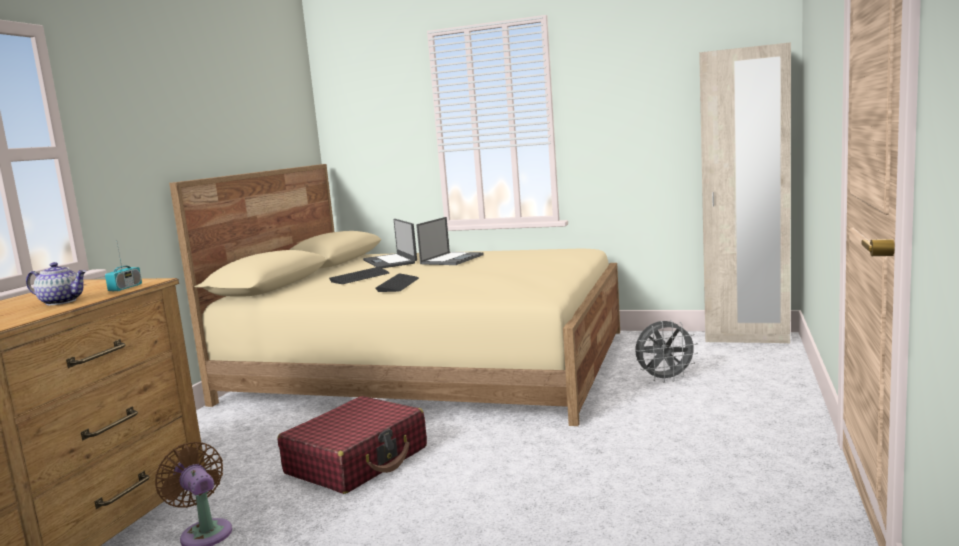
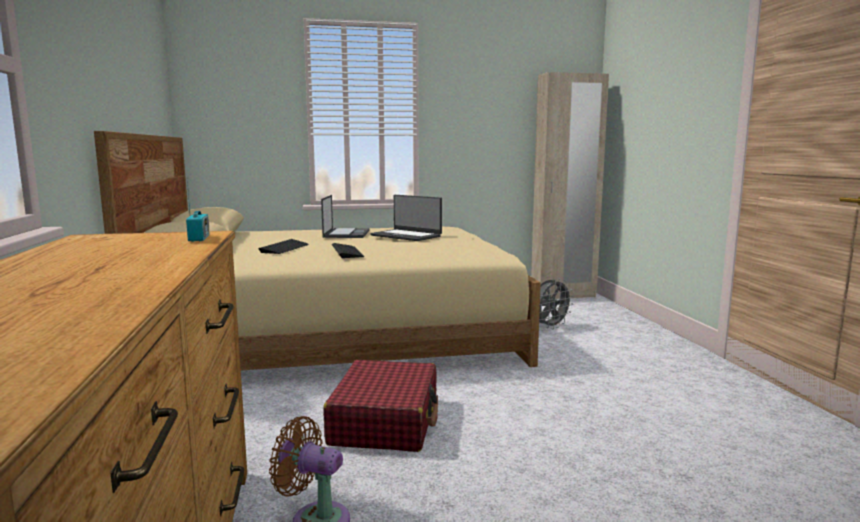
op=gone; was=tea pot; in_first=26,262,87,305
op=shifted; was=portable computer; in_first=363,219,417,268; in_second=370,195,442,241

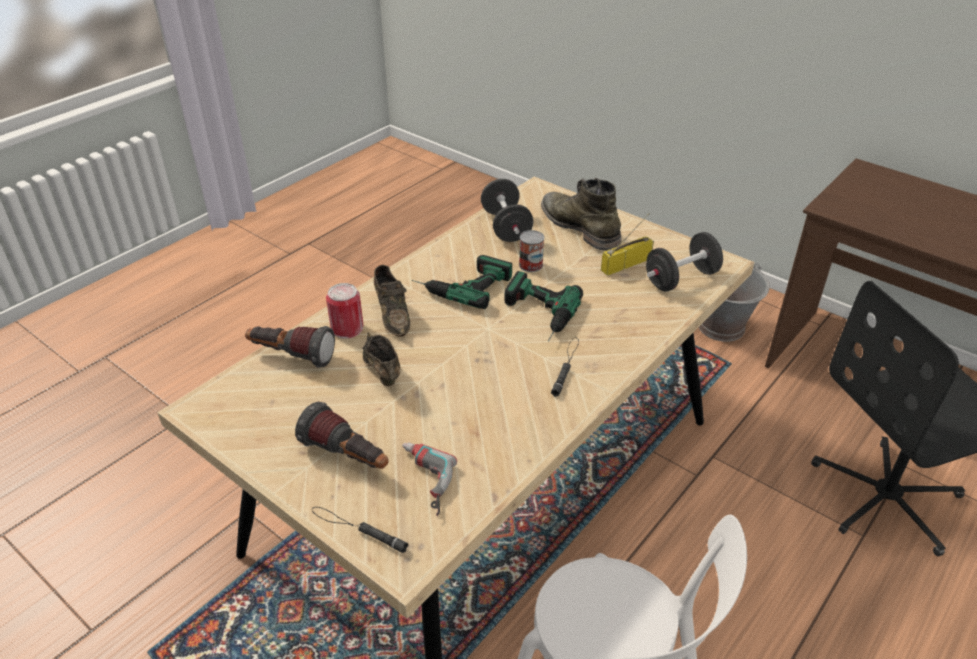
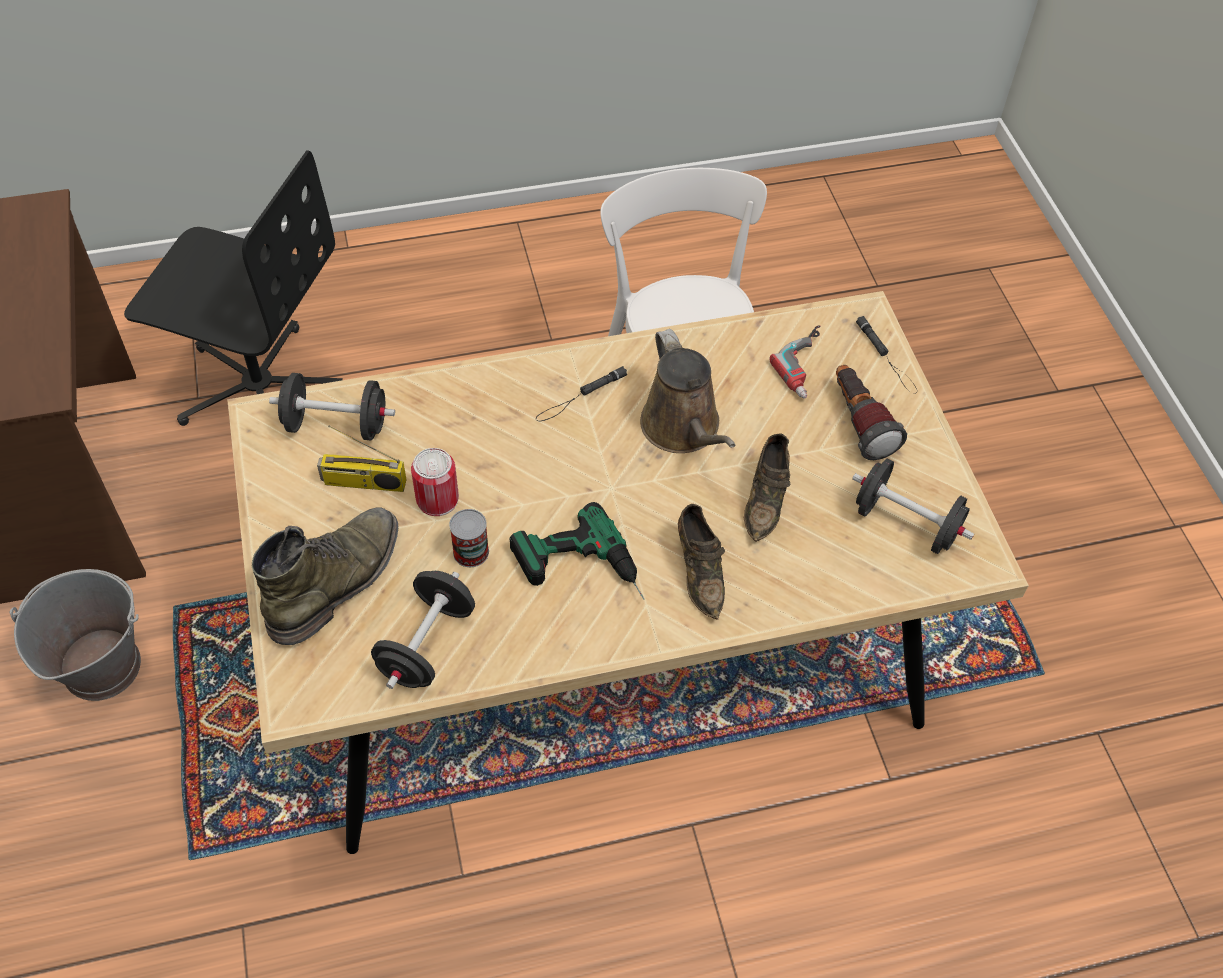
op=gone; was=hand torch; in_first=245,326,335,368
op=shifted; was=metal can; in_first=326,283,363,339; in_second=411,448,459,516
op=rotated; was=brown item of footwear; in_first=374,265,410,337; in_second=678,504,725,620; clockwise=150
op=gone; was=drill; in_first=504,271,583,341
op=rotated; was=greenish high-top boot; in_first=541,178,622,250; in_second=252,507,398,645; clockwise=-150
op=new; now=brown watering pot; in_second=640,329,735,453
op=new; now=blackish free weight; in_second=852,459,974,554

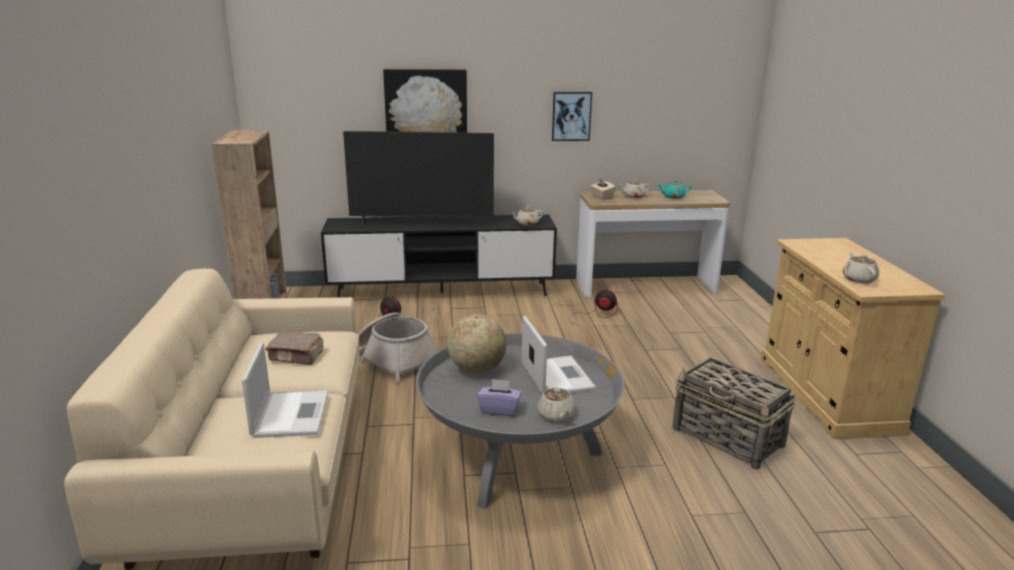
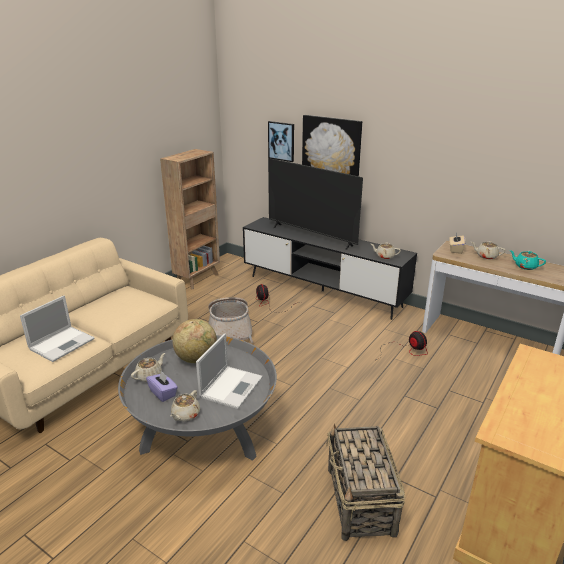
op=gone; was=brown bound book; in_first=266,332,323,365
op=shifted; was=wall picture; in_first=552,92,592,141; in_second=268,121,294,162
op=shifted; was=beige tea pot; in_first=843,251,879,284; in_second=131,353,165,382

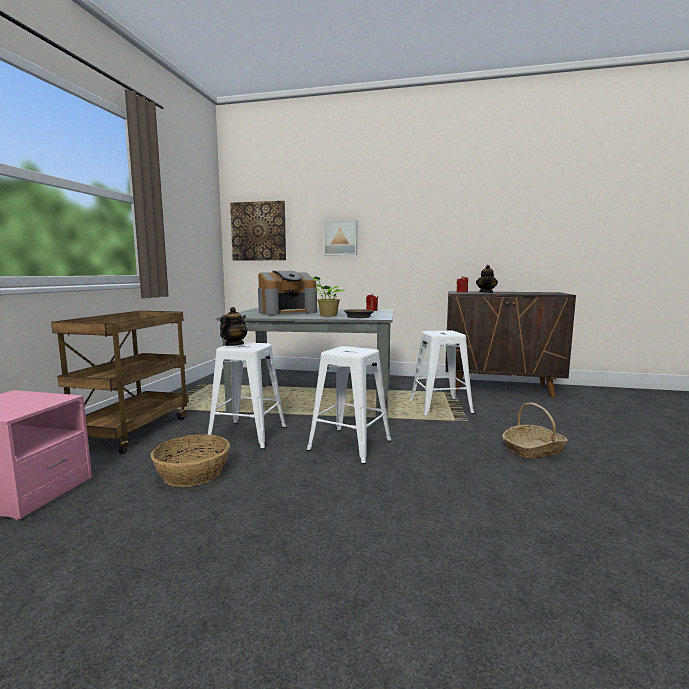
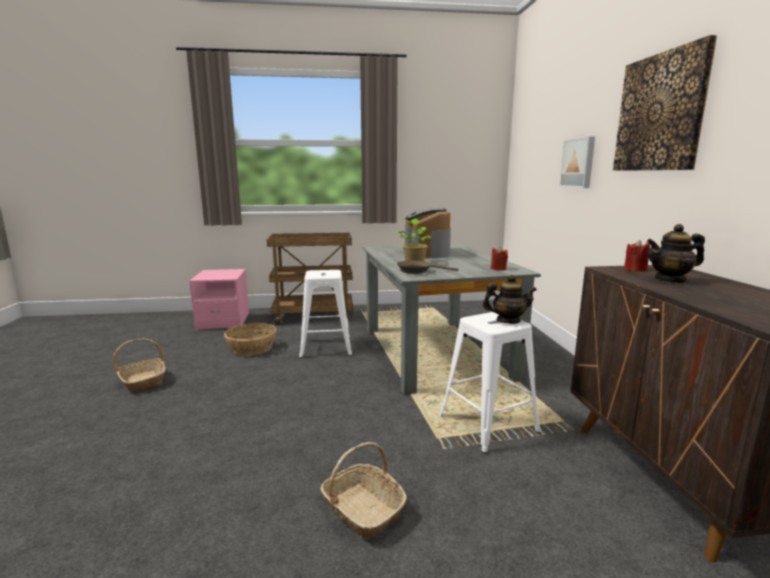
op=shifted; was=tea pot; in_first=220,307,247,346; in_second=483,275,537,324
op=shifted; was=wall picture; in_first=230,201,286,261; in_second=613,35,717,171
op=rotated; was=coffee maker; in_first=258,271,317,315; in_second=403,208,451,258; clockwise=45
op=gone; was=white stool; in_first=307,346,392,464
op=new; now=basket; in_second=113,339,166,392

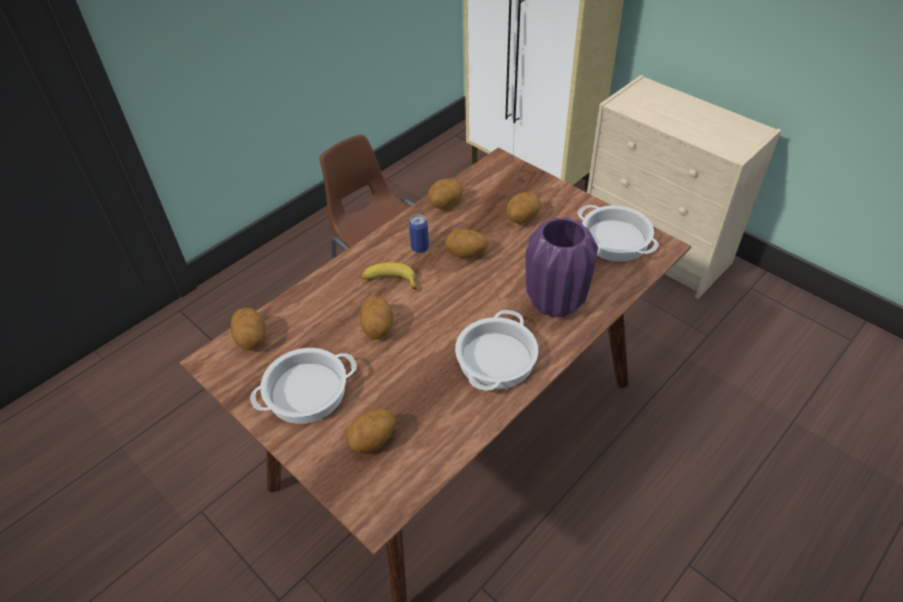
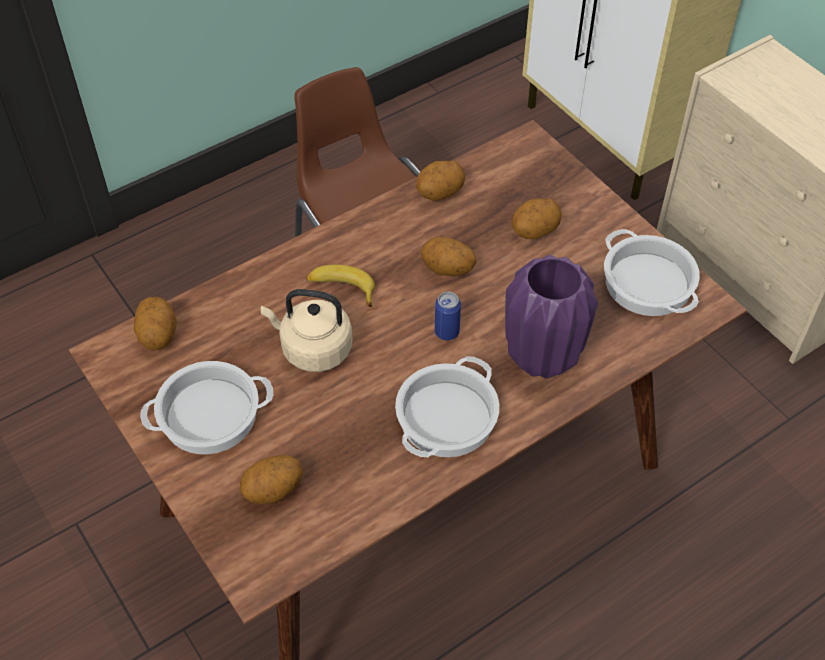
op=swapped; was=whole potato; now=beige water kettle; in_first=360,296,394,339; in_second=261,289,353,372
op=shifted; was=metal can; in_first=409,214,429,253; in_second=435,292,461,341

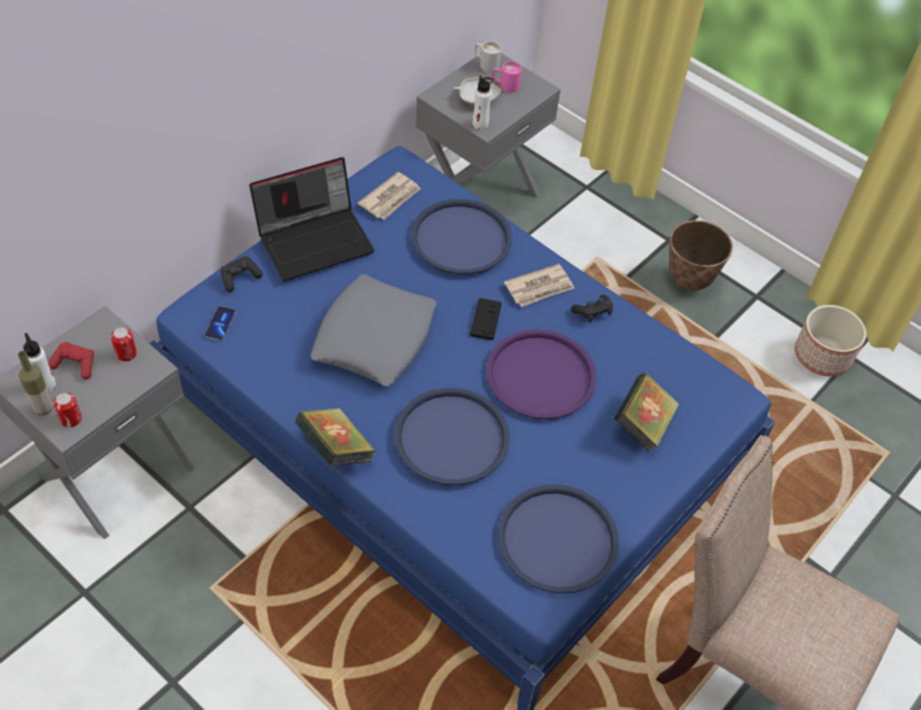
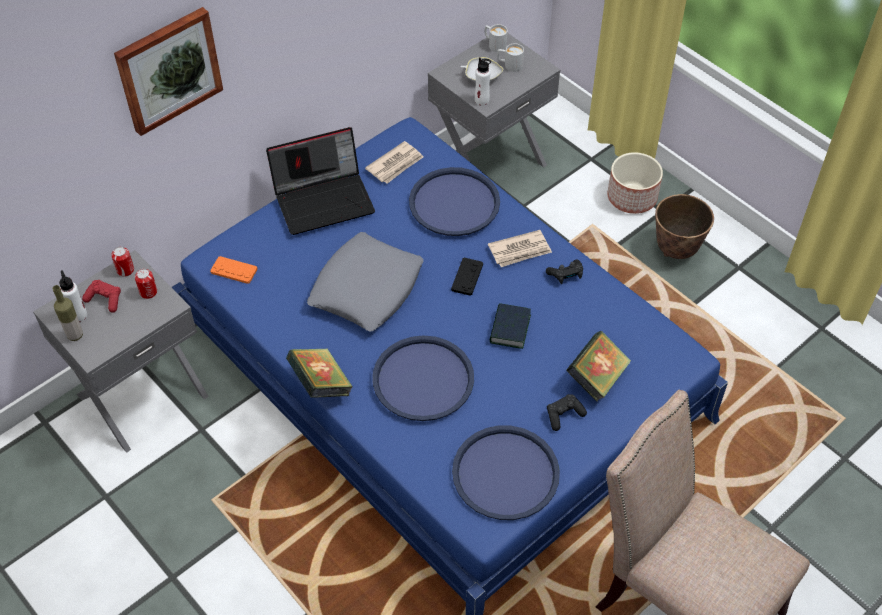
op=shifted; was=metal can; in_first=53,392,82,428; in_second=111,247,134,277
op=swapped; was=telephone; now=orange-coloured game controller; in_first=205,306,236,341; in_second=210,256,258,284
op=shifted; was=blackish game controller; in_first=221,256,263,292; in_second=547,394,587,431
op=swapped; was=purple-coloured tray; now=bound book; in_first=486,329,596,419; in_second=490,303,531,349
op=repainted; was=pink mug; now=white mug; in_first=492,61,522,93; in_second=497,43,524,72
op=shifted; was=flower pot; in_first=795,305,866,376; in_second=608,152,663,214
op=new; now=wall picture; in_second=114,7,223,136

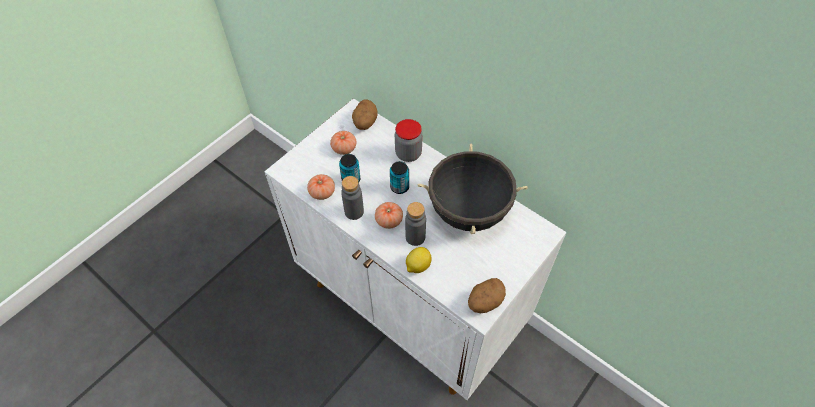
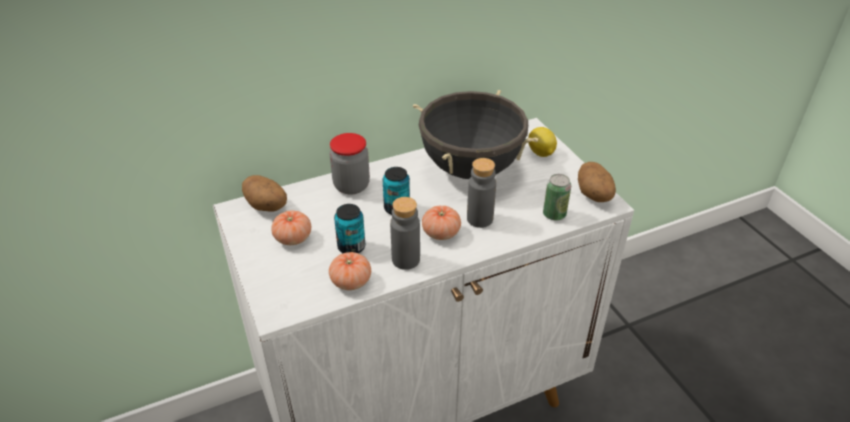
op=shifted; was=citrus fruit; in_first=406,247,431,273; in_second=528,127,557,157
op=new; now=metal can; in_second=543,174,571,221

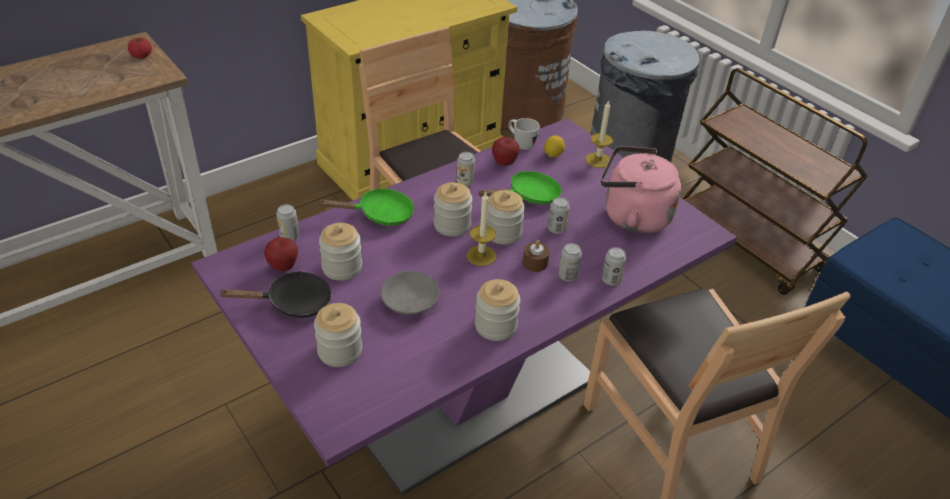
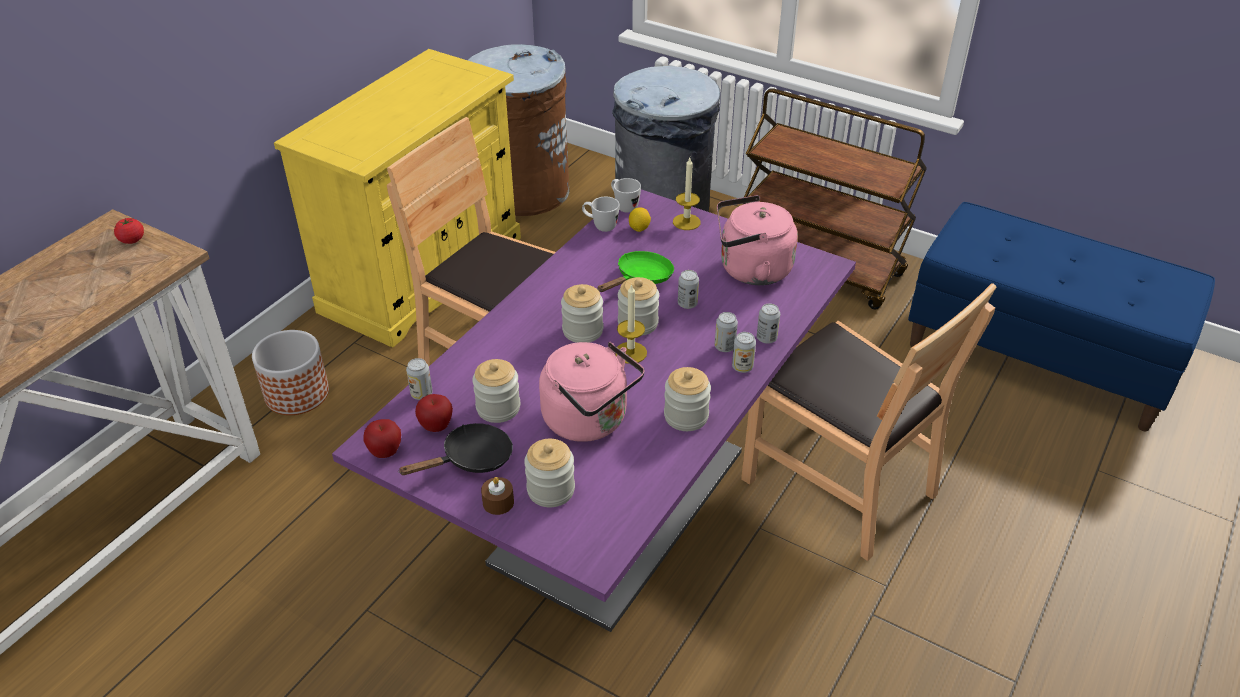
op=gone; was=greenish pan; in_first=317,188,414,226
op=swapped; was=grey deep dish; now=pink water kettle; in_first=380,271,439,315; in_second=539,342,644,442
op=shifted; was=metal can; in_first=457,152,475,187; in_second=732,332,756,373
op=shifted; was=whole apple; in_first=492,137,520,166; in_second=363,419,401,458
op=shifted; was=brown wax light; in_first=523,240,550,272; in_second=481,477,514,515
op=new; now=flower pot; in_second=252,330,329,415
op=new; now=white mug; in_second=611,178,641,213

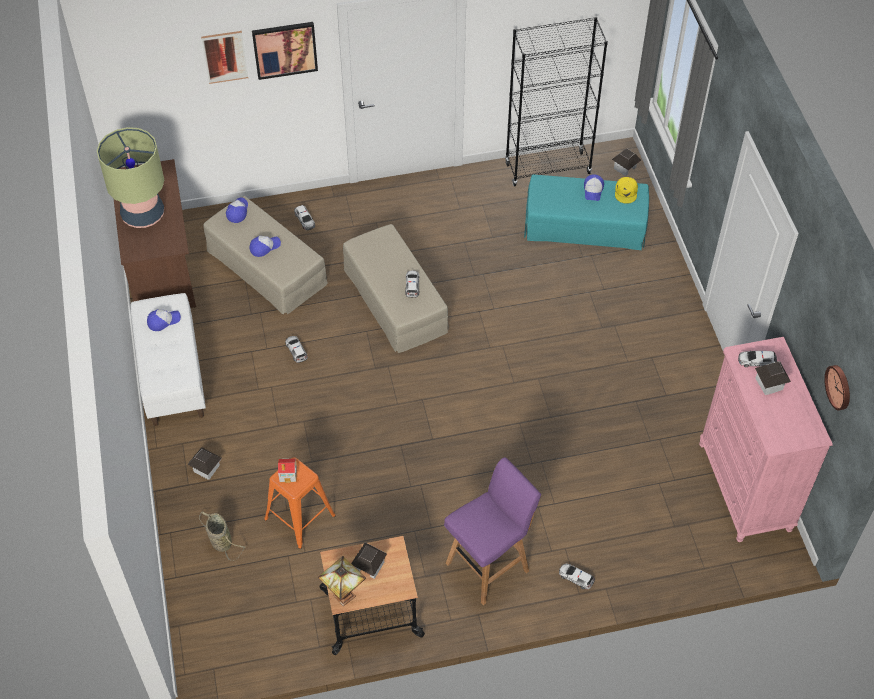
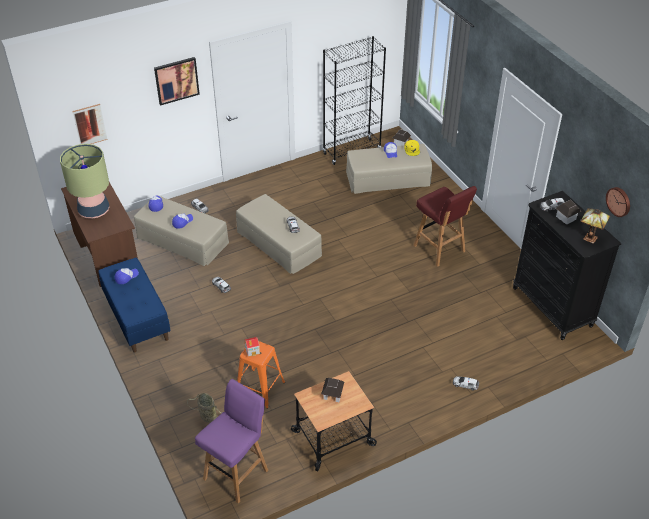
op=repainted; was=white bench; now=bluish bench; in_first=131,293,206,426; in_second=99,258,170,353
op=gone; was=toy house; in_first=187,447,222,480
op=shifted; was=wall picture; in_first=201,31,248,84; in_second=72,104,108,144
op=shifted; was=tabletop lamp; in_first=318,556,366,606; in_second=580,208,610,244
op=shifted; was=purple-coloured stool; in_first=444,457,541,605; in_second=195,379,268,504
op=repainted; was=turquoise-coloured footrest; now=beige footrest; in_first=524,174,649,250; in_second=346,144,432,194
op=repainted; was=pink drawer chest; now=blackish drawer chest; in_first=699,337,833,542; in_second=513,191,621,340
op=new; now=red stool; in_second=414,186,477,267

